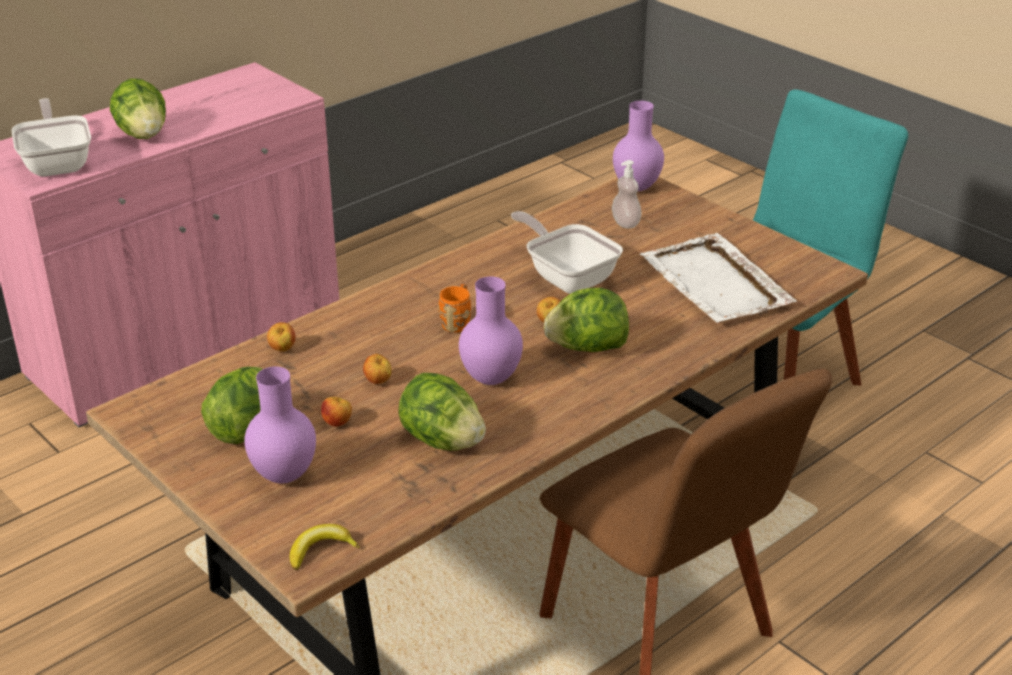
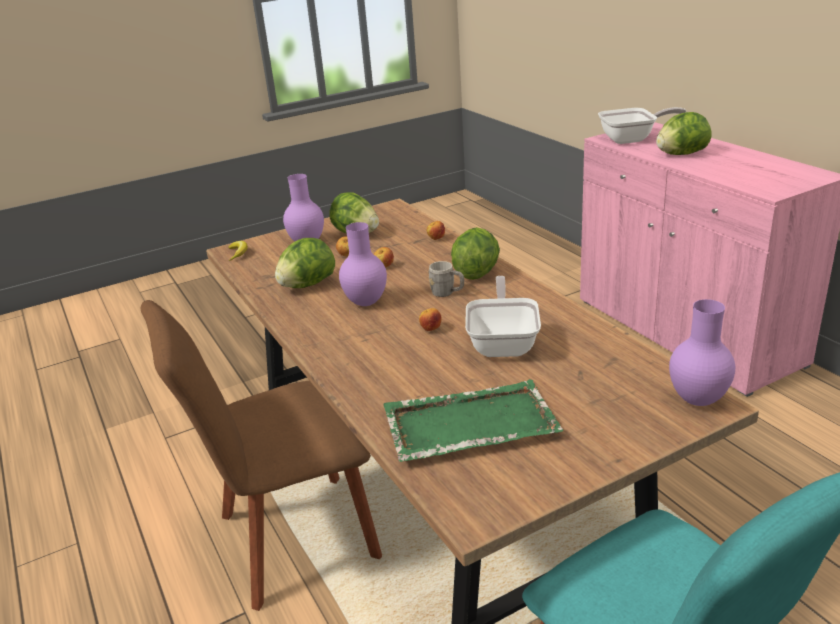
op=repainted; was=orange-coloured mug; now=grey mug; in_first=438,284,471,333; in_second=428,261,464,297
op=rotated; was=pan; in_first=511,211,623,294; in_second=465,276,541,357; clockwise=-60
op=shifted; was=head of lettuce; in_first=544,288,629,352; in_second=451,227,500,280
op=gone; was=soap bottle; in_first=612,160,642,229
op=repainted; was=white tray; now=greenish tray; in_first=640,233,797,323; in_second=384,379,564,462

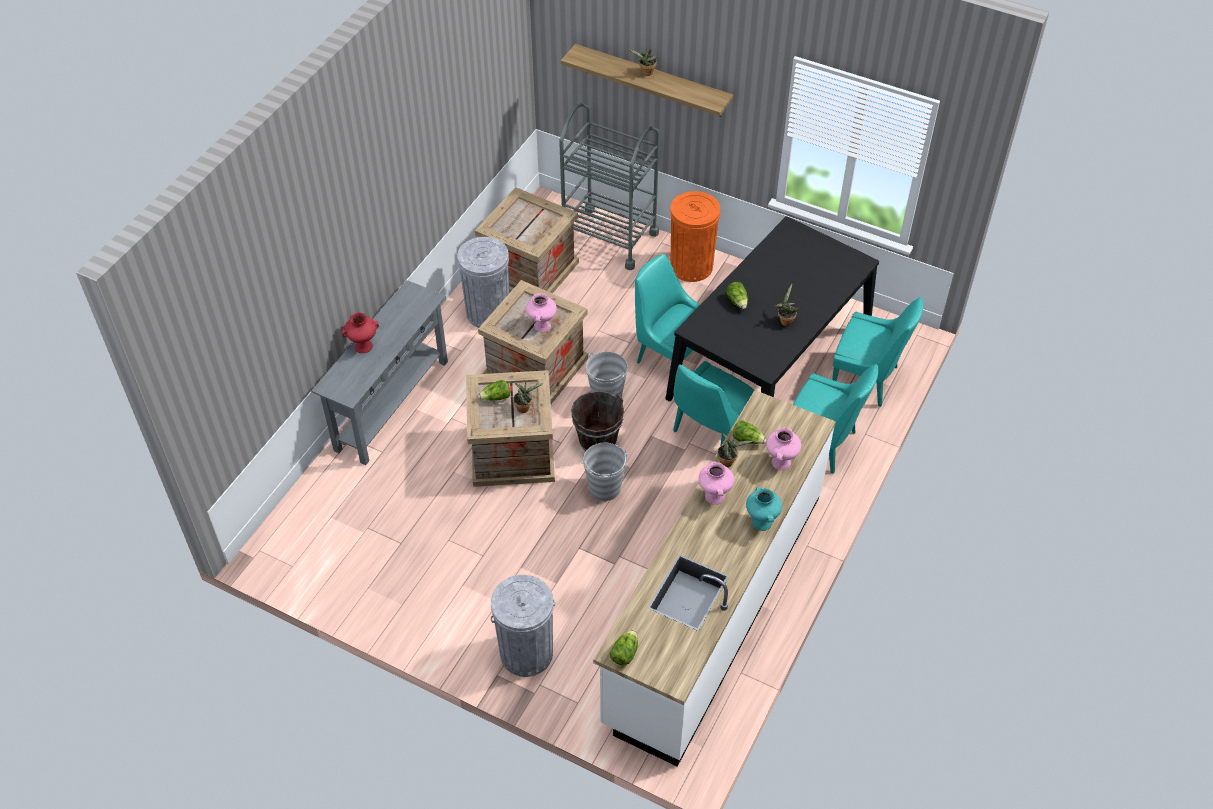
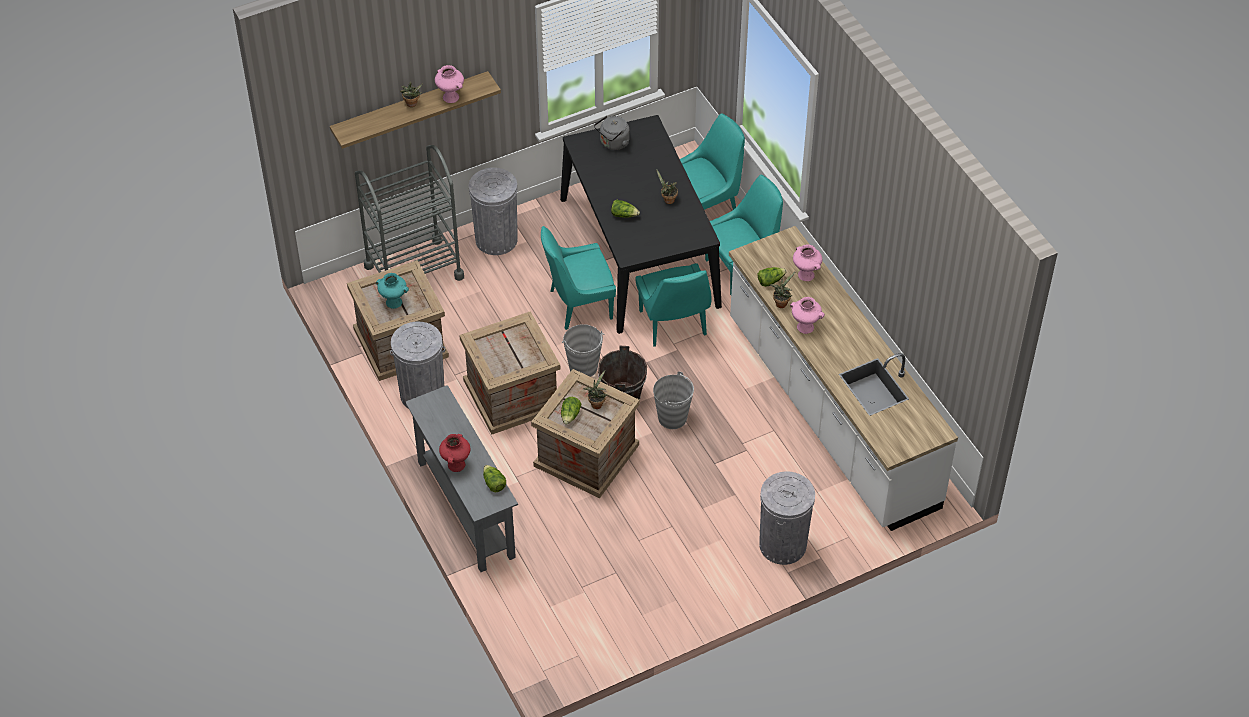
op=shifted; was=pink flower vase; in_first=526,293,557,332; in_second=435,65,464,103
op=shifted; was=head of lettuce; in_first=610,630,638,666; in_second=483,465,506,492
op=repainted; was=orange-coloured trash can; now=grey trash can; in_first=670,191,720,282; in_second=469,168,518,255
op=shifted; was=turquoise-coloured flower vase; in_first=746,487,782,531; in_second=376,273,409,309
op=new; now=grey water kettle; in_second=594,116,630,150

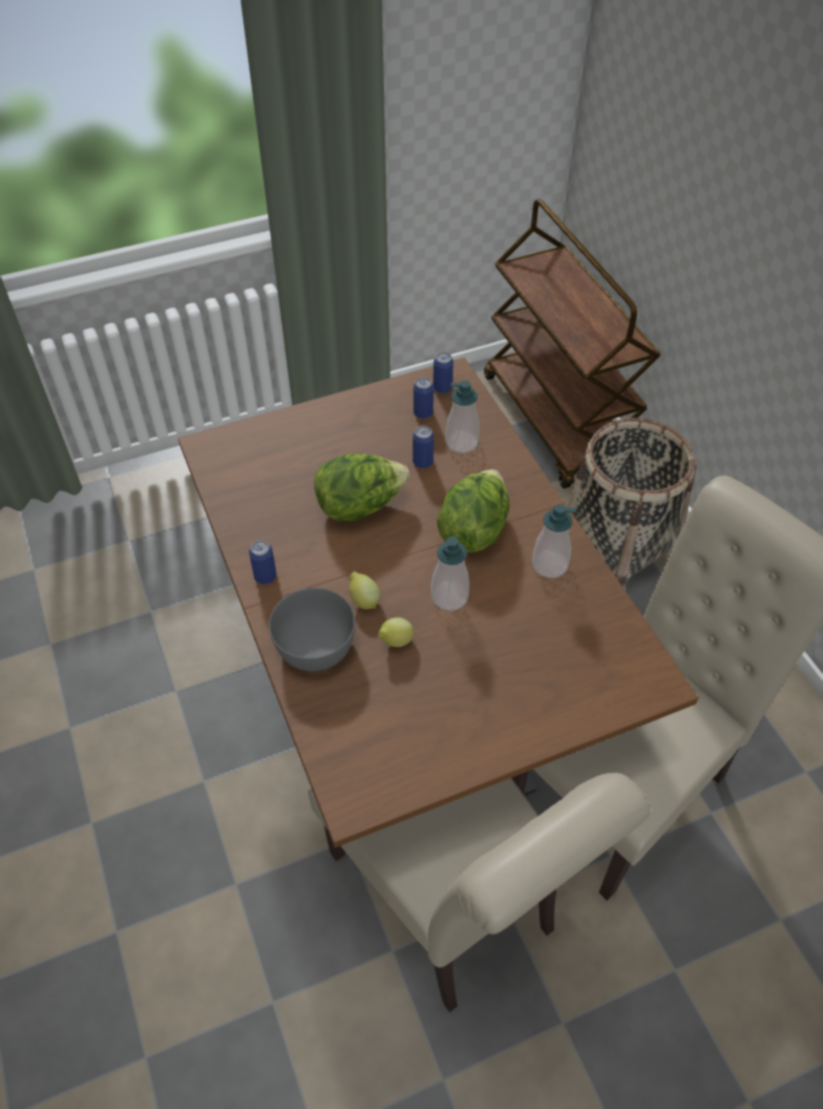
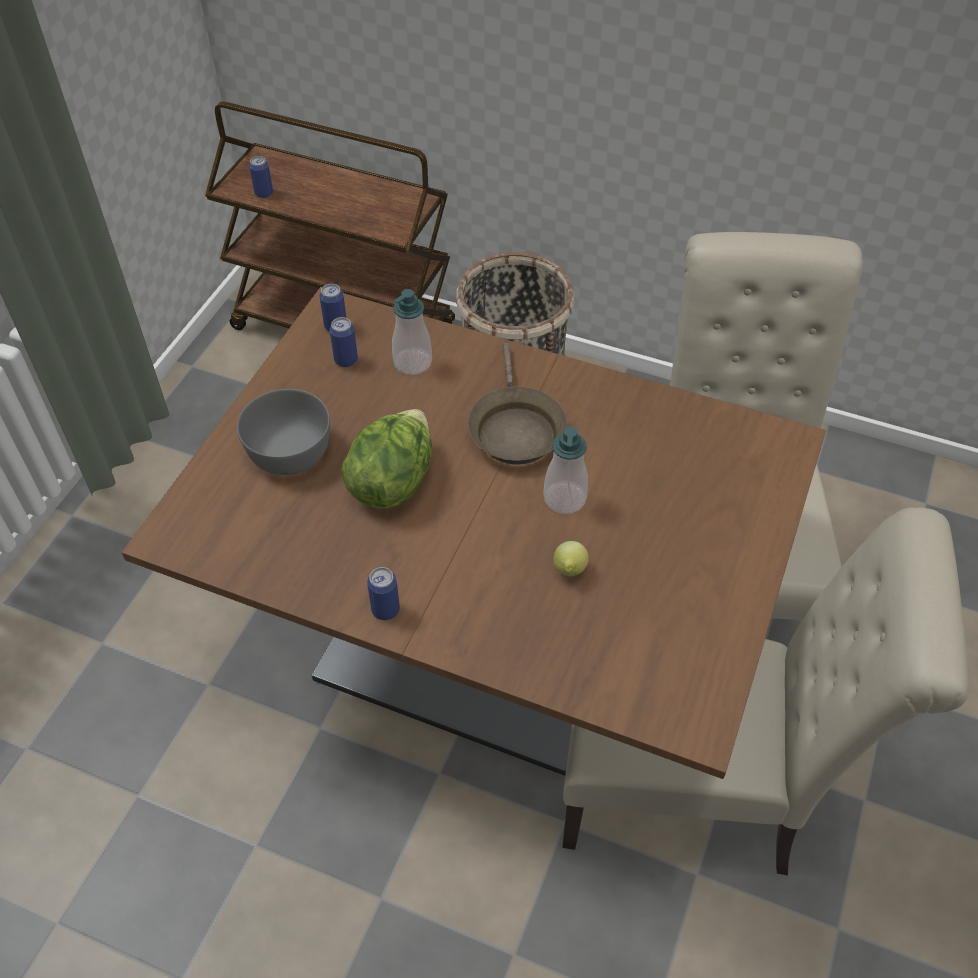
op=shifted; was=grey deep dish; in_first=269,588,355,671; in_second=237,389,330,475
op=gone; was=citrus fruit; in_first=349,571,380,609
op=shifted; was=metal can; in_first=413,426,434,468; in_second=249,156,273,198
op=swapped; was=head of lettuce; now=brown pan; in_first=437,469,510,553; in_second=468,343,567,465
op=gone; was=soap bottle; in_first=532,504,576,578

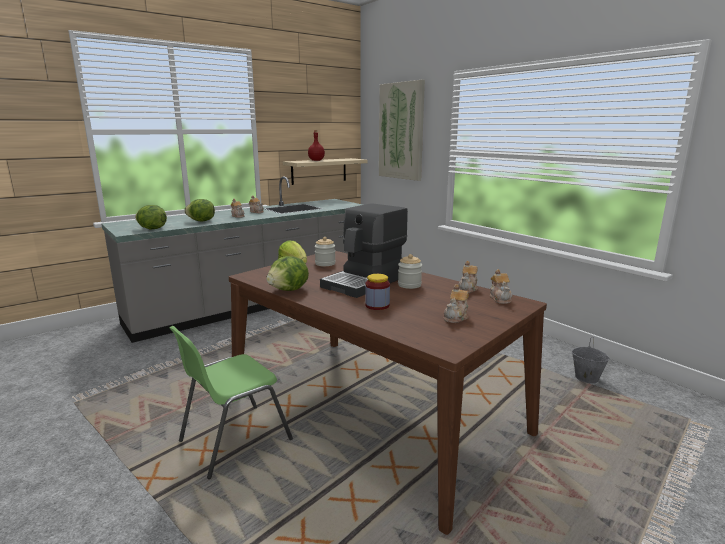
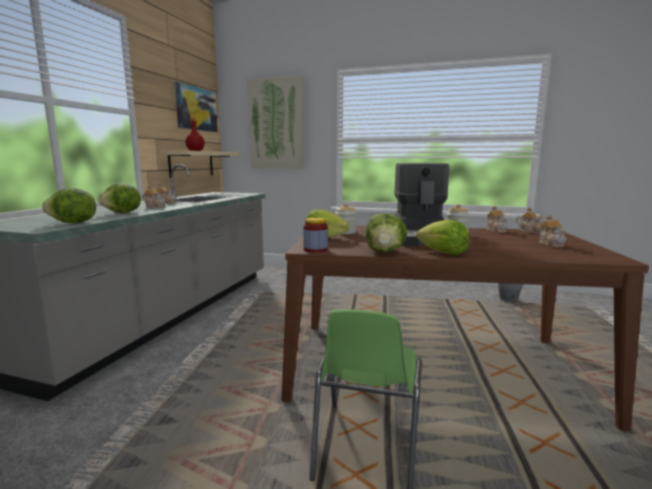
op=shifted; was=preserve jar; in_first=365,274,390,310; in_second=303,218,328,252
op=new; now=wall picture; in_second=175,82,218,132
op=new; now=head of lettuce; in_second=416,220,469,255

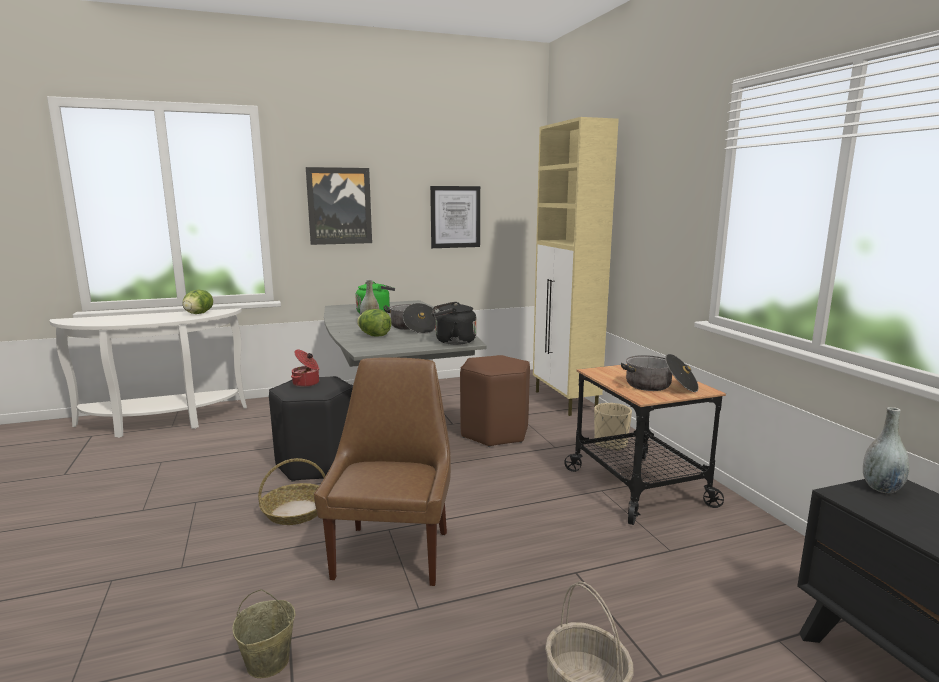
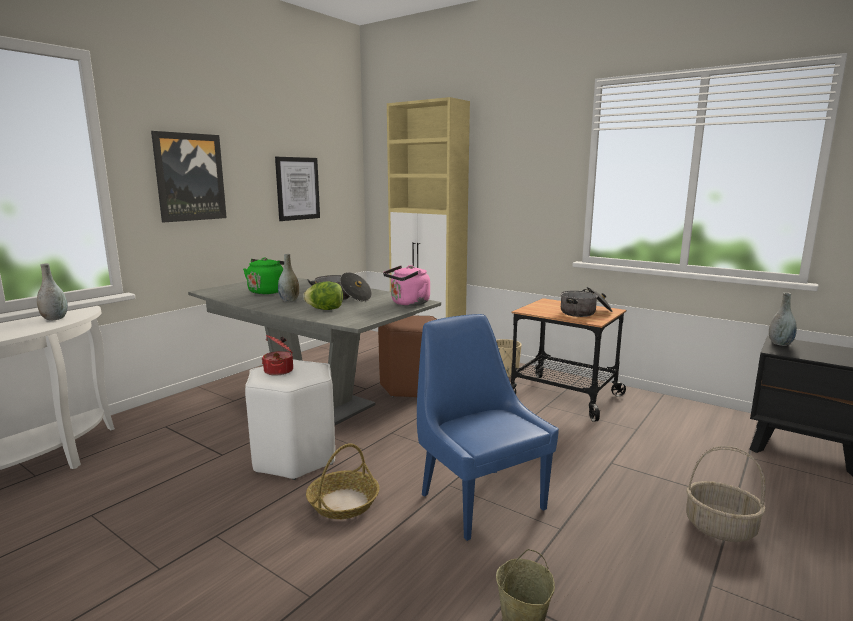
op=swapped; was=head of lettuce; now=grey flower vase; in_first=183,290,213,314; in_second=37,263,68,320
op=repainted; was=blackish stool; now=white stool; in_first=269,376,353,482; in_second=245,359,335,480
op=repainted; was=brown chair; now=bluish chair; in_first=314,357,451,586; in_second=417,314,559,541
op=repainted; was=blackish water kettle; now=pink water kettle; in_first=432,301,477,345; in_second=383,265,430,306

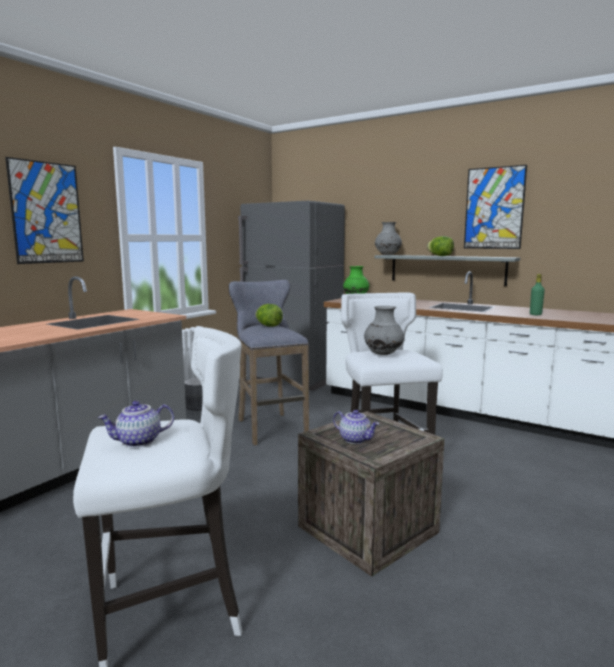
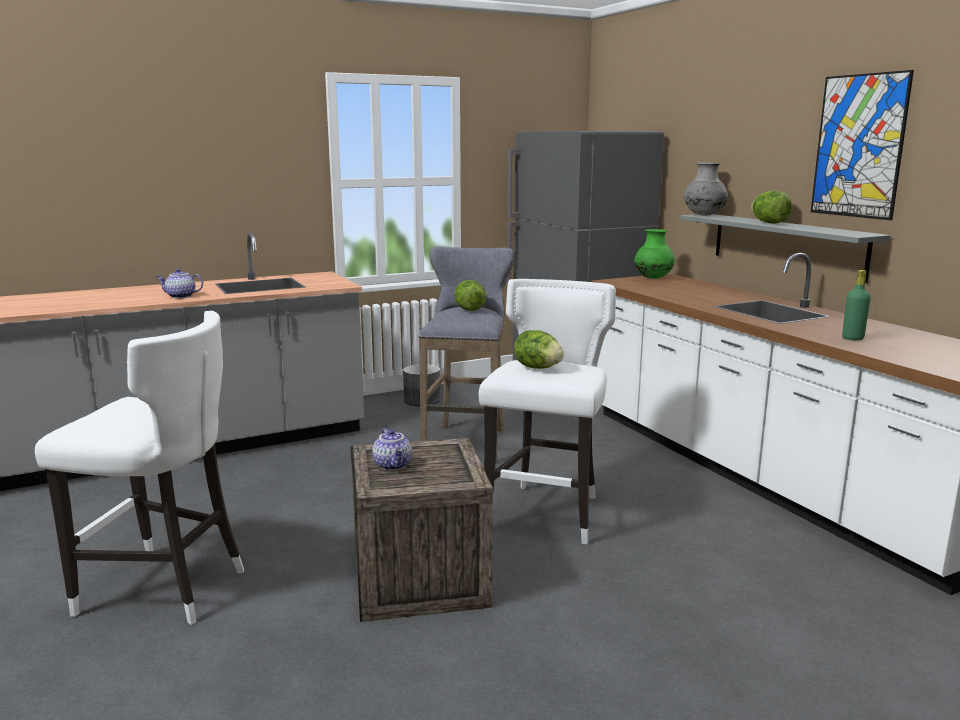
op=gone; was=wall picture; in_first=5,157,84,264
op=shifted; was=tea pot; in_first=98,401,174,447; in_second=156,269,203,298
op=swapped; was=grey flower vase; now=head of lettuce; in_first=364,306,404,355; in_second=514,330,564,369

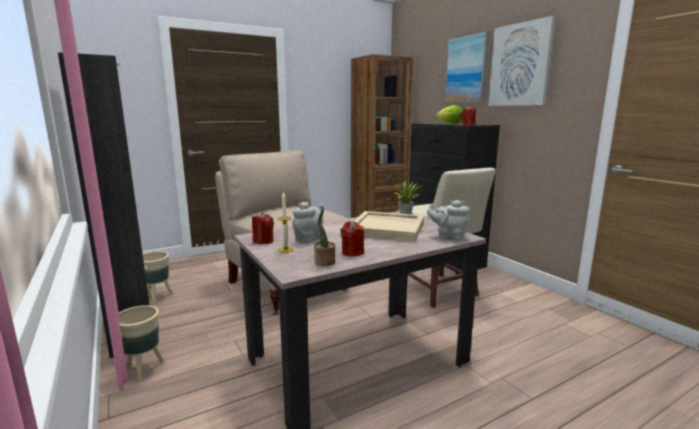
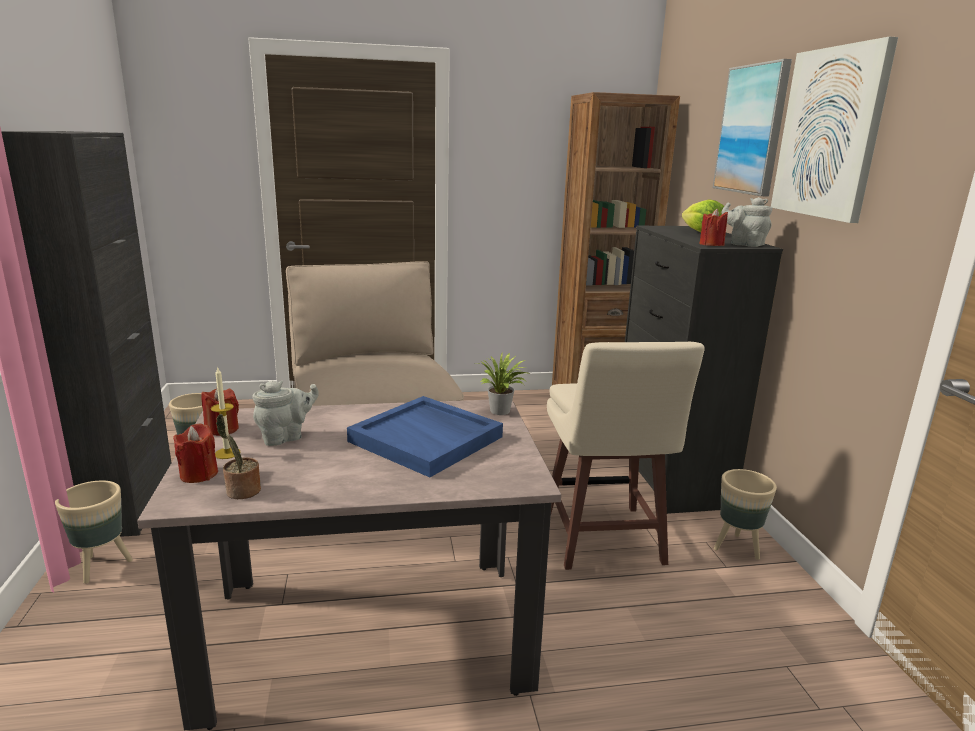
op=shifted; was=red wax light; in_first=340,221,364,257; in_second=173,423,218,483
op=repainted; was=beige tray; now=bluish tray; in_first=353,211,424,242; in_second=347,396,503,477
op=shifted; was=grey tea pot; in_first=427,200,470,241; in_second=721,197,772,247
op=new; now=beige flower pot; in_second=714,469,777,560

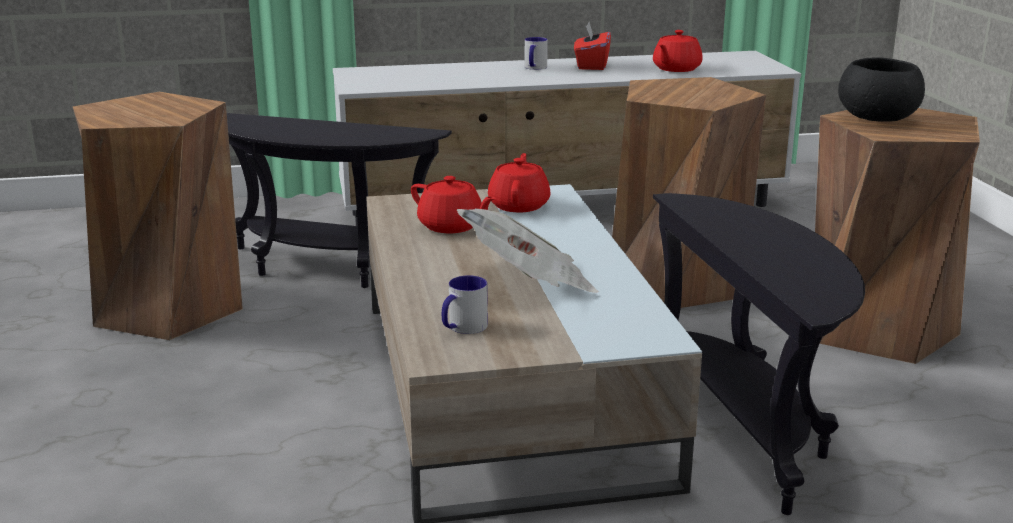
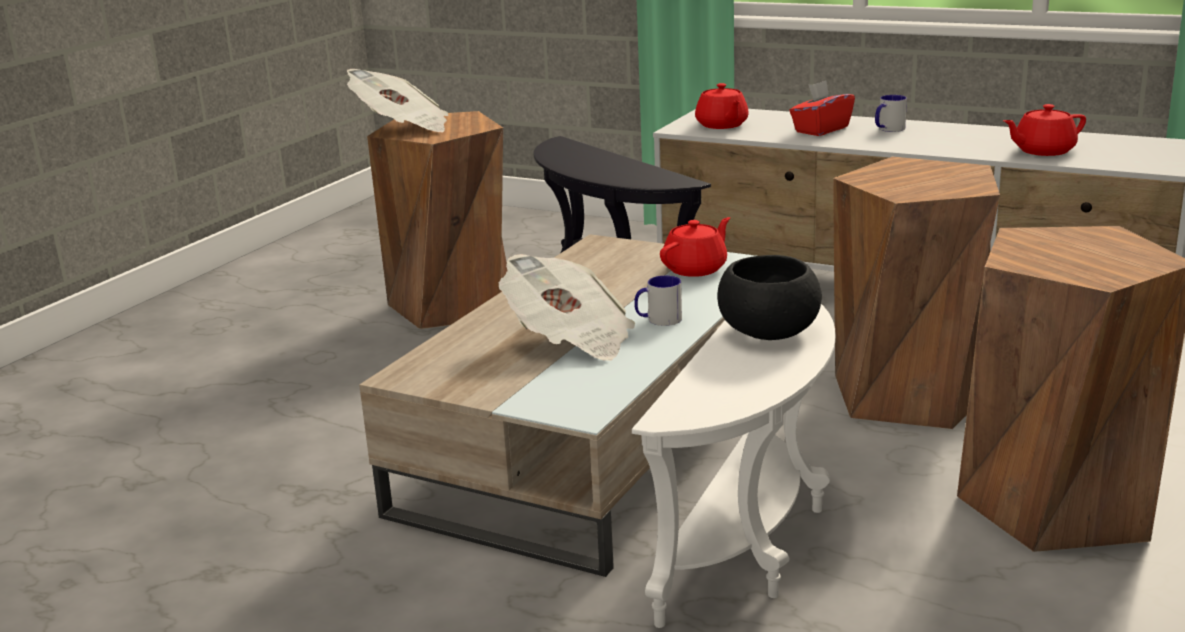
op=shifted; was=red tea pot; in_first=411,176,496,233; in_second=695,83,749,129
op=shifted; was=mug; in_first=442,275,488,334; in_second=634,276,682,326
op=shifted; was=red tissue holder; in_first=574,22,611,70; in_second=789,80,855,136
op=repainted; was=blackish end table; now=white end table; in_first=653,193,865,515; in_second=632,304,836,628
op=shifted; was=blackish deep dish; in_first=838,57,925,122; in_second=717,255,822,340
op=new; now=newspaper; in_second=347,69,449,132

